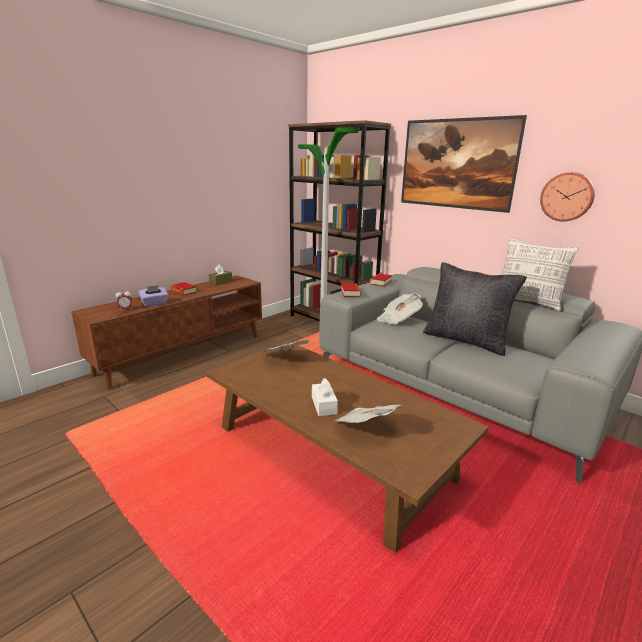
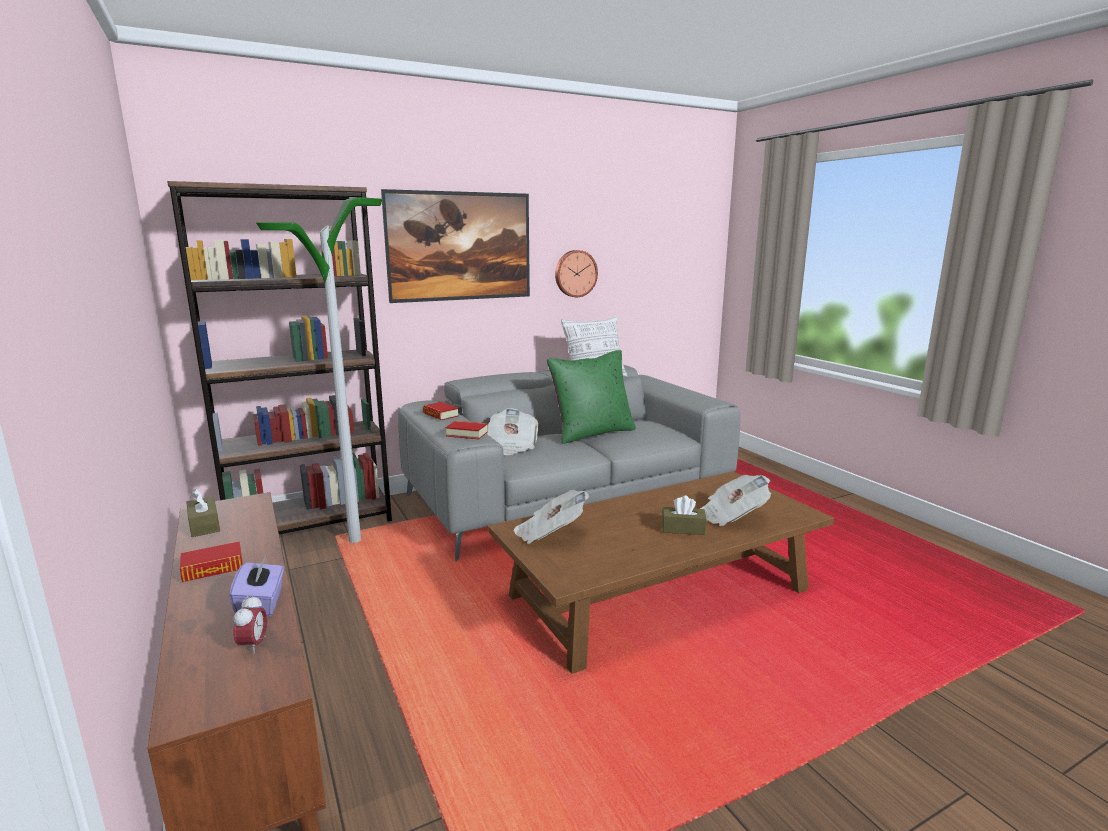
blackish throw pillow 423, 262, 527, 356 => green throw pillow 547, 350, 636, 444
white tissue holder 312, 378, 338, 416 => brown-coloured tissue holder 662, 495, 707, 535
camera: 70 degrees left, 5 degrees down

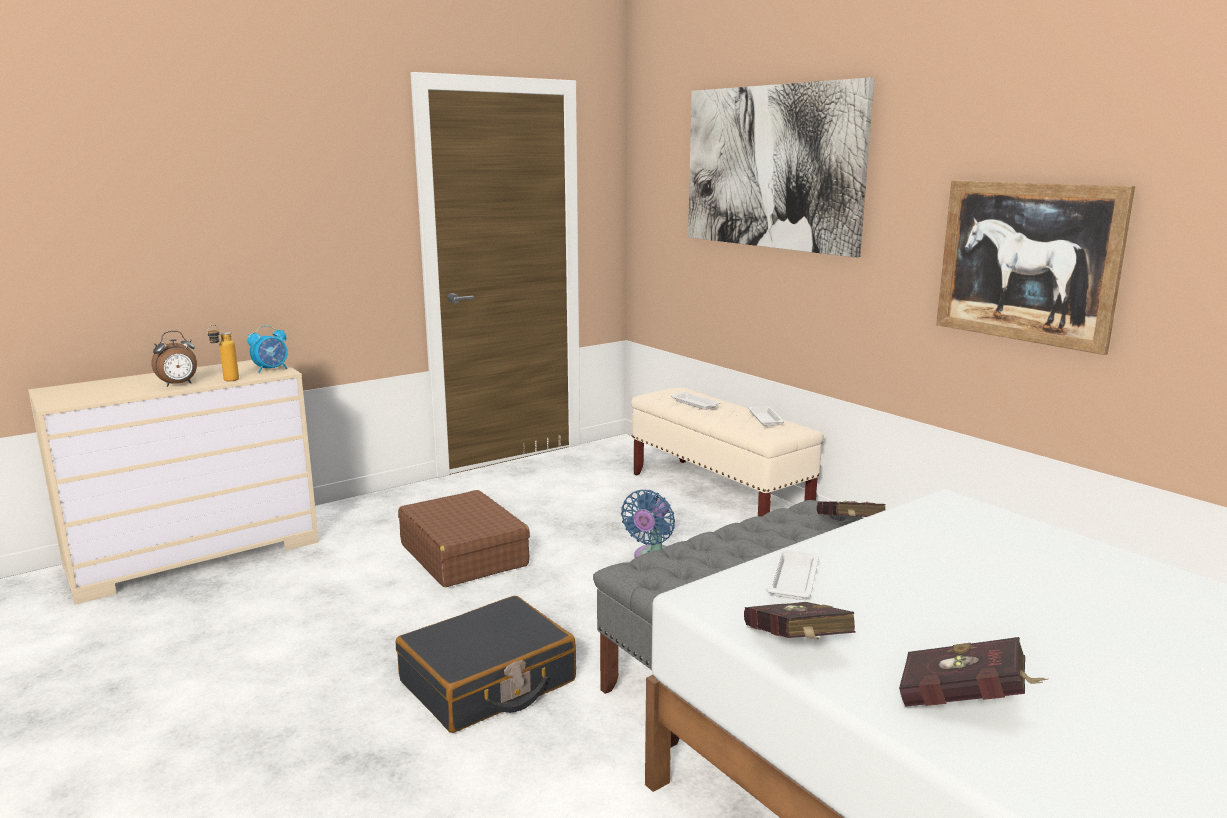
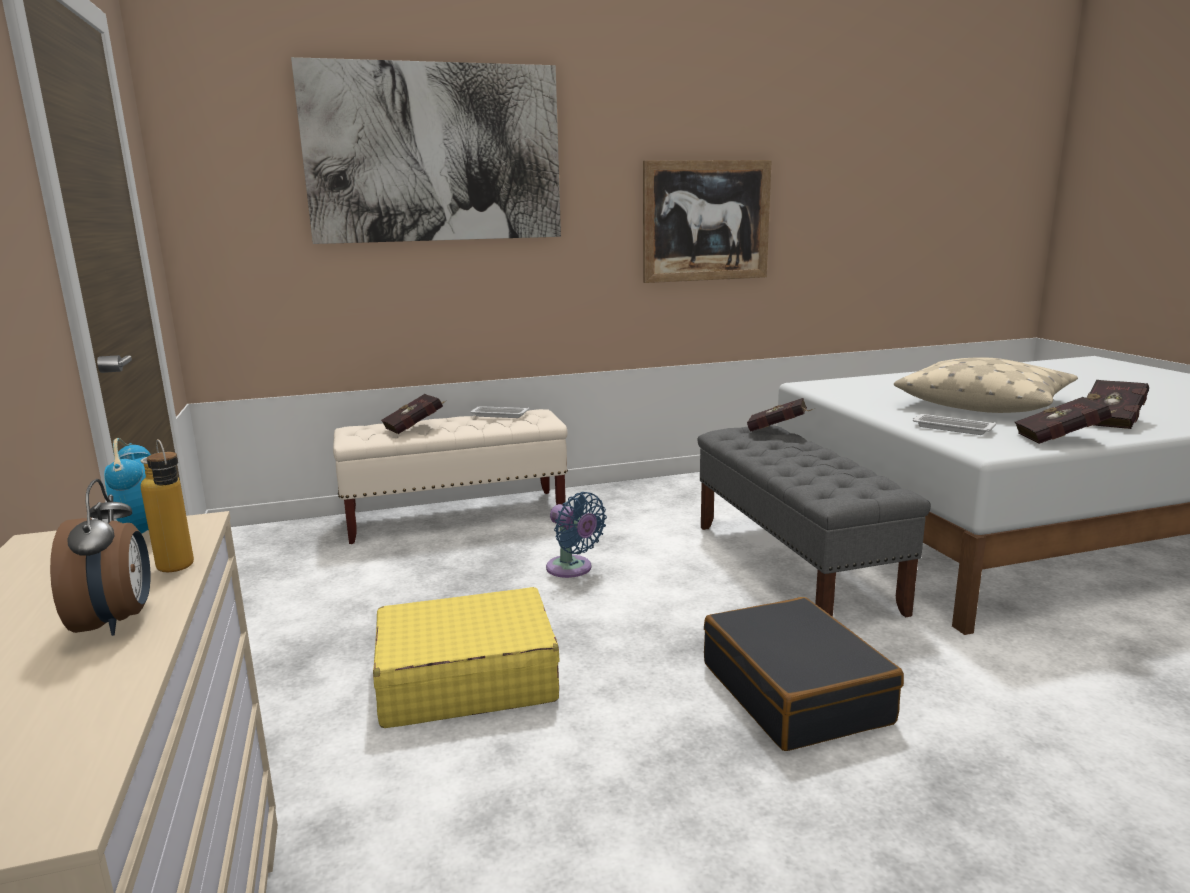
white tray 671, 392, 720, 410 => red-coloured bound book 381, 394, 447, 434
brown-coloured piece of luggage 398, 490, 530, 587 => yellow-coloured piece of luggage 373, 587, 559, 728
nothing => beige-coloured throw pillow 894, 357, 1078, 413
camera: 70 degrees left, 0 degrees up

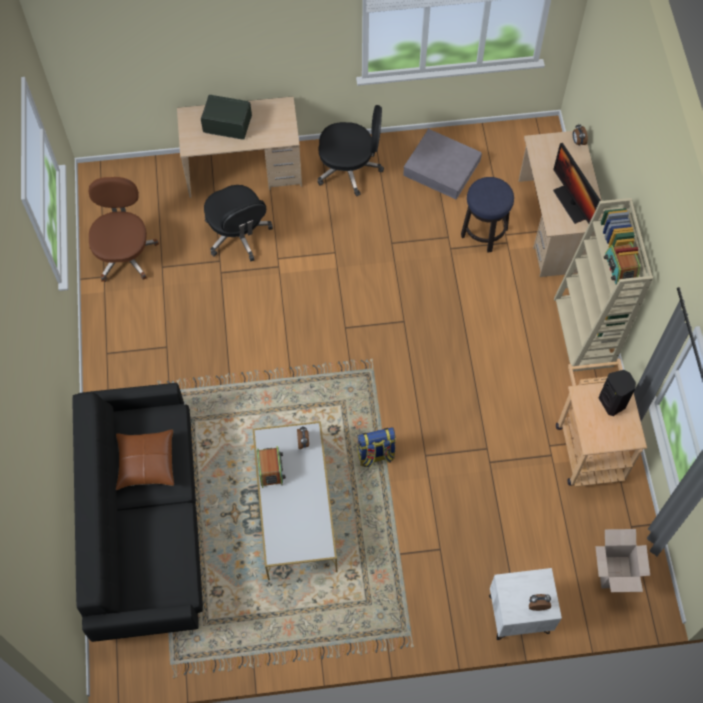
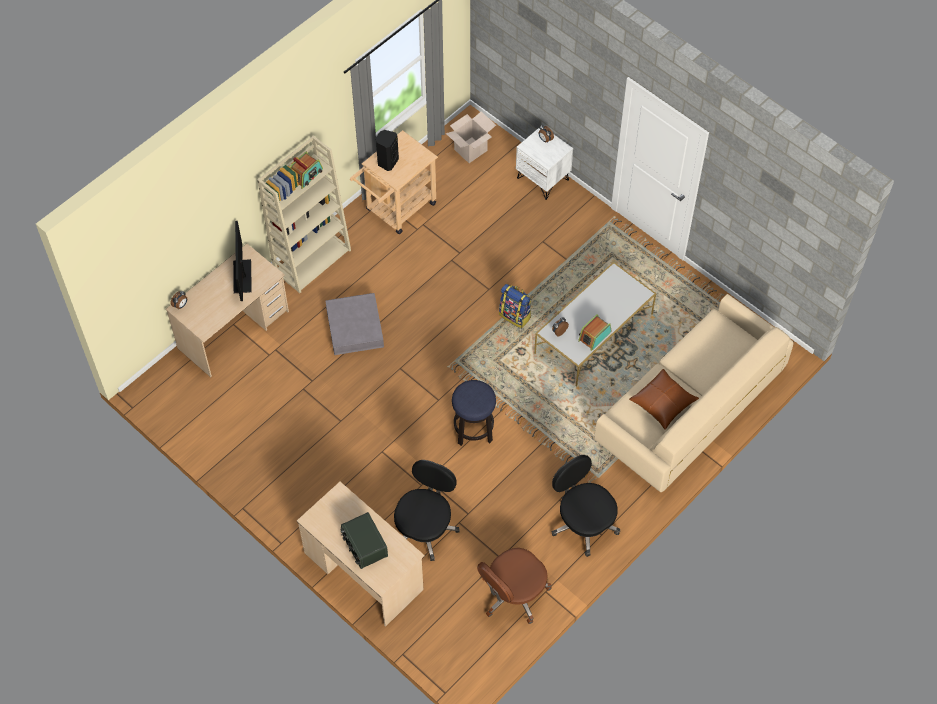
blackish desk chair 317, 105, 384, 196 => blackish desk chair 551, 455, 620, 557, move
greyish storage bin 403, 129, 482, 199 => greyish storage bin 325, 293, 384, 355, move
computer screen 553, 143, 601, 224 => computer screen 233, 221, 252, 301, 150 degrees clockwise
stool 461, 177, 514, 253 => stool 452, 380, 496, 446, move
blackish couch 73, 383, 203, 642 => beige-coloured couch 594, 294, 793, 492
camera: 130 degrees left, 5 degrees down

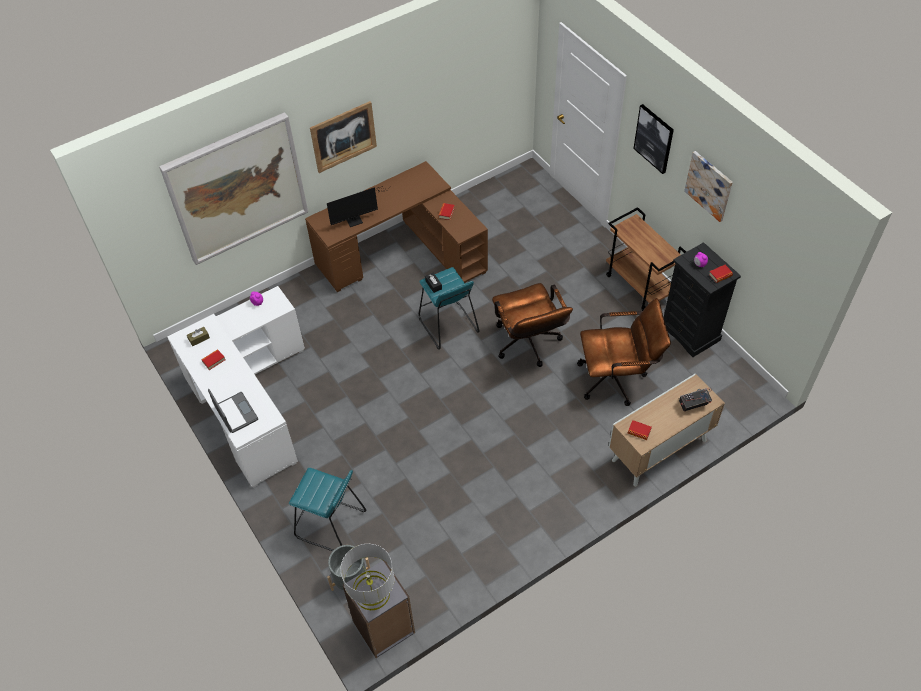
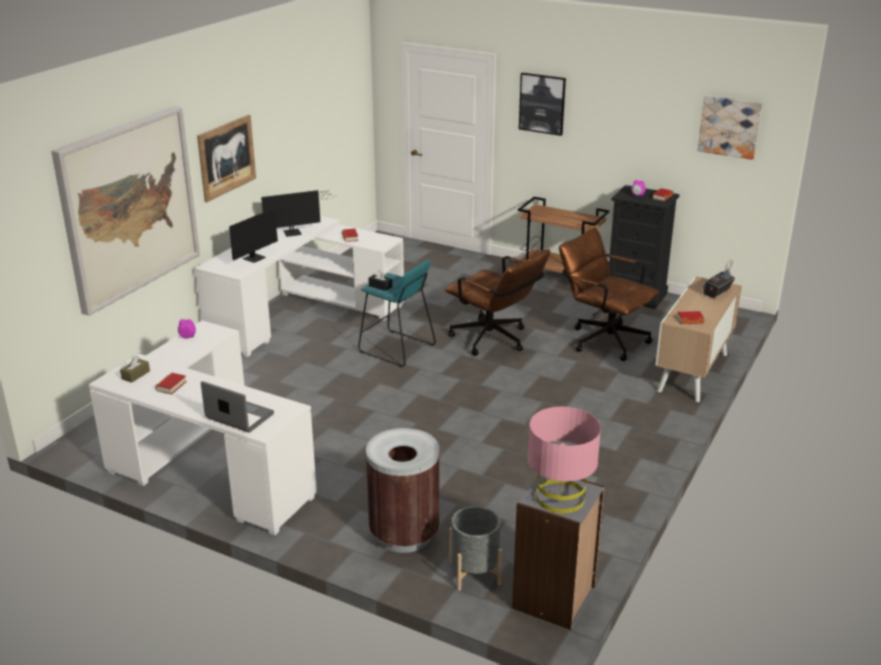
wall art 684, 151, 733, 222 => wall art 698, 96, 763, 160, move
brown-coloured desk 305, 161, 488, 292 => white desk 194, 216, 404, 357
brown-coloured desk chair 577, 298, 671, 406 => brown-coloured desk chair 559, 227, 660, 361, 105 degrees counterclockwise
blue-green stool 289, 468, 366, 551 => brown-coloured waste bin 366, 428, 439, 553
greyish table lamp 340, 544, 394, 610 => pink table lamp 528, 407, 601, 513
nothing => computer screen 261, 190, 337, 237
camera: 30 degrees left, 25 degrees down

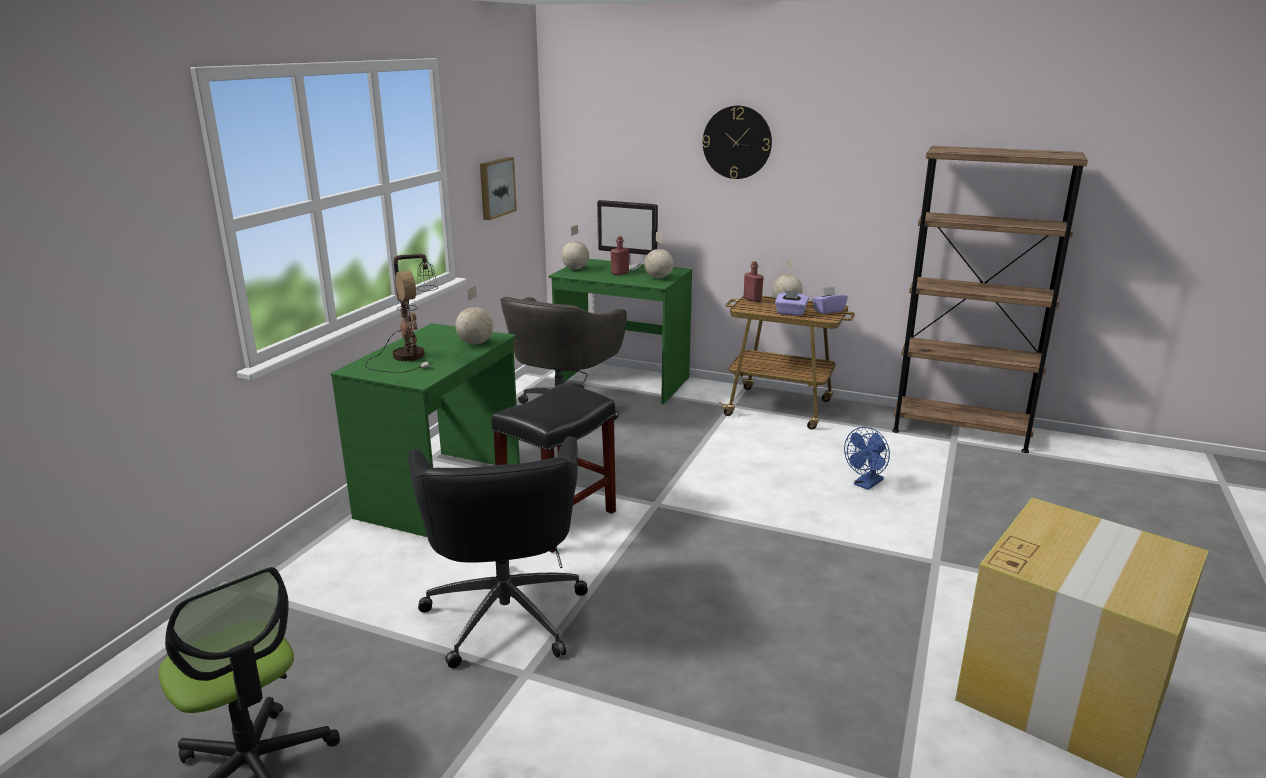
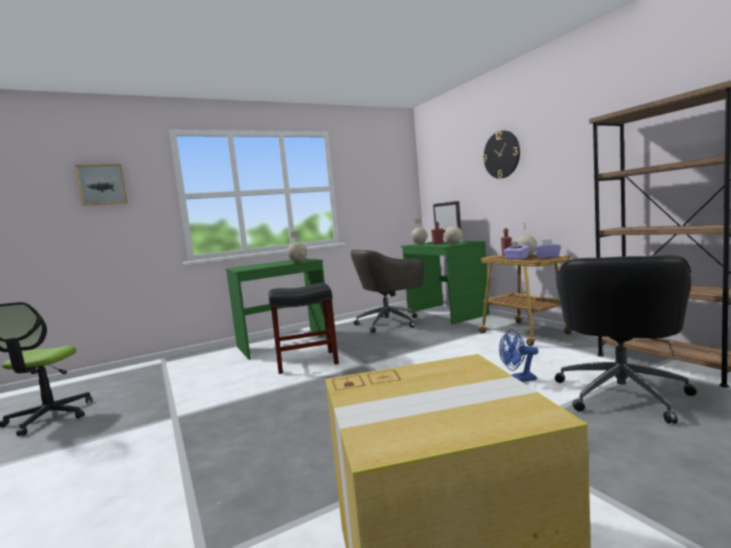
wall art 480, 157, 517, 220 => wall art 75, 164, 127, 206, move
table lamp 365, 254, 438, 373 => nothing
blackish desk chair 408, 436, 588, 668 => blackish desk chair 555, 255, 697, 423, move
camera: 40 degrees right, 15 degrees down

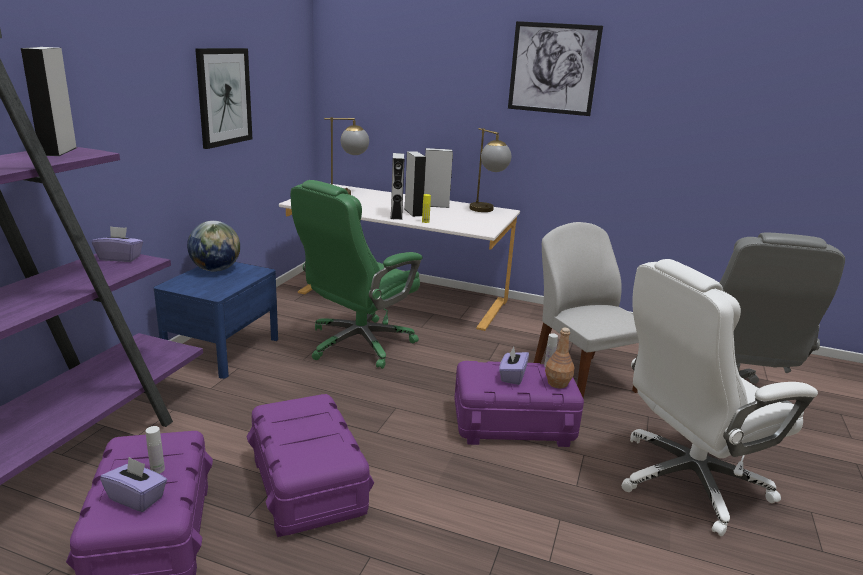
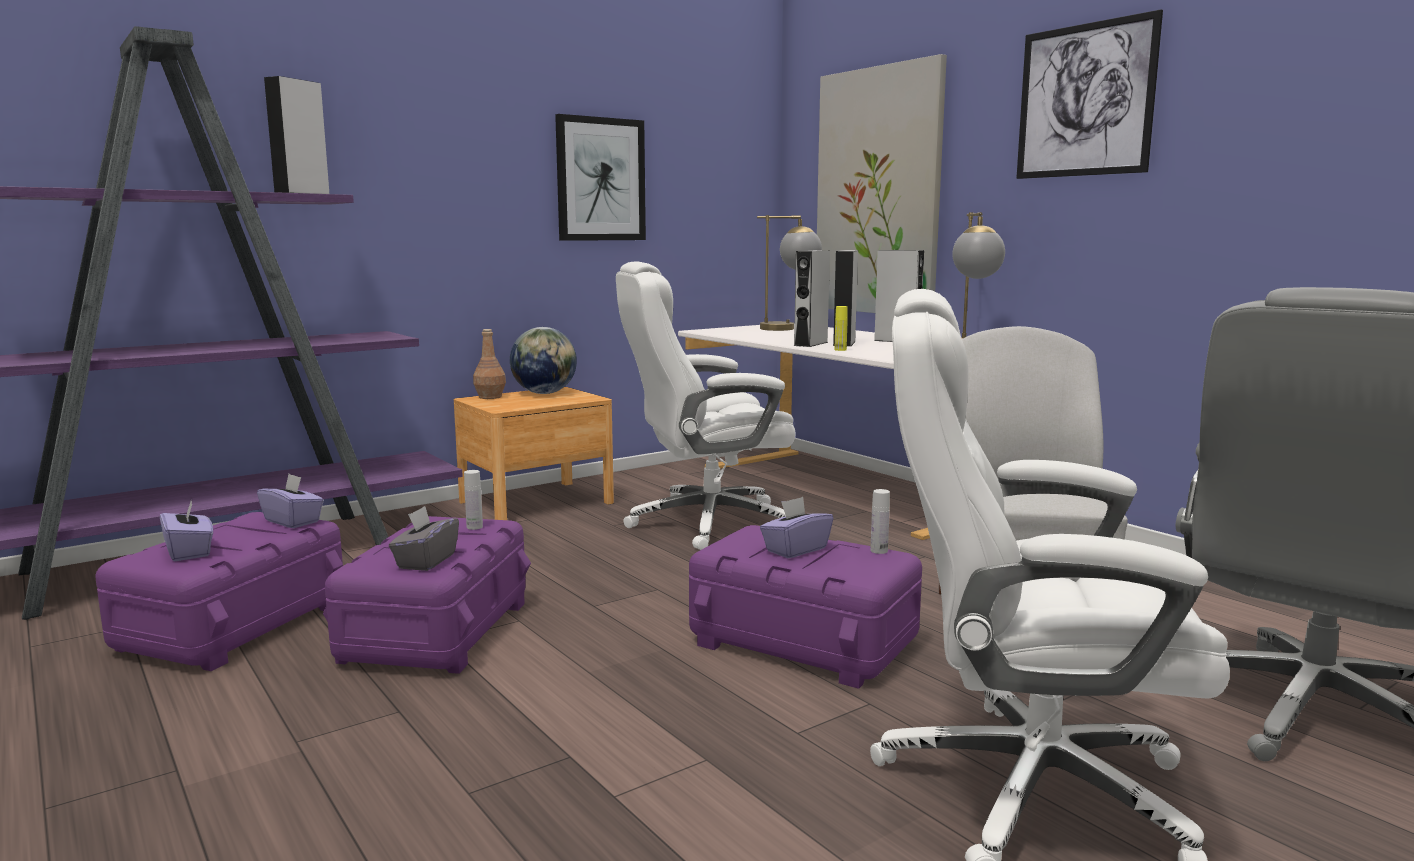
green desk chair 291, 180, 423, 369 => white desk chair 616, 261, 796, 550
purple tissue holder 92, 226, 143, 262 => purple tissue holder 257, 474, 324, 528, move
blue-coloured nightstand 154, 262, 278, 379 => brown-coloured nightstand 454, 387, 614, 520
brown-coloured beverage bottle 545, 328, 574, 389 => brown-coloured beverage bottle 473, 329, 506, 399, move
white beverage bottle 146, 426, 165, 474 => white beverage bottle 464, 470, 483, 530, move
nothing => wall art 817, 54, 947, 313
nothing => greyish tissue holder 389, 506, 459, 571
camera: 35 degrees right, 10 degrees down

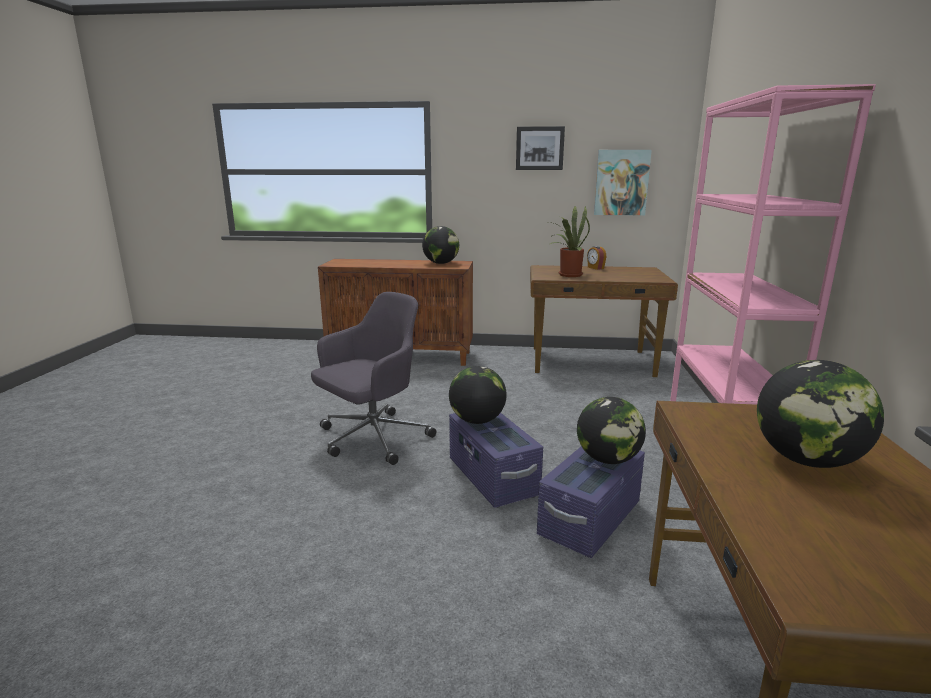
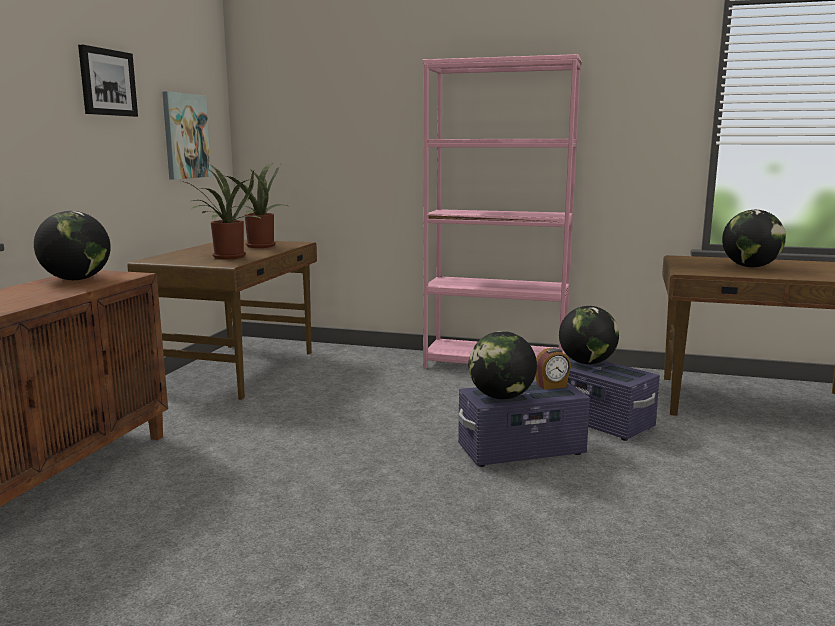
table clock 587, 246, 606, 270 => table clock 536, 348, 571, 390, move
greyish desk chair 311, 292, 436, 465 => nothing
nothing => potted plant 226, 163, 289, 248
camera: 80 degrees left, 5 degrees down

